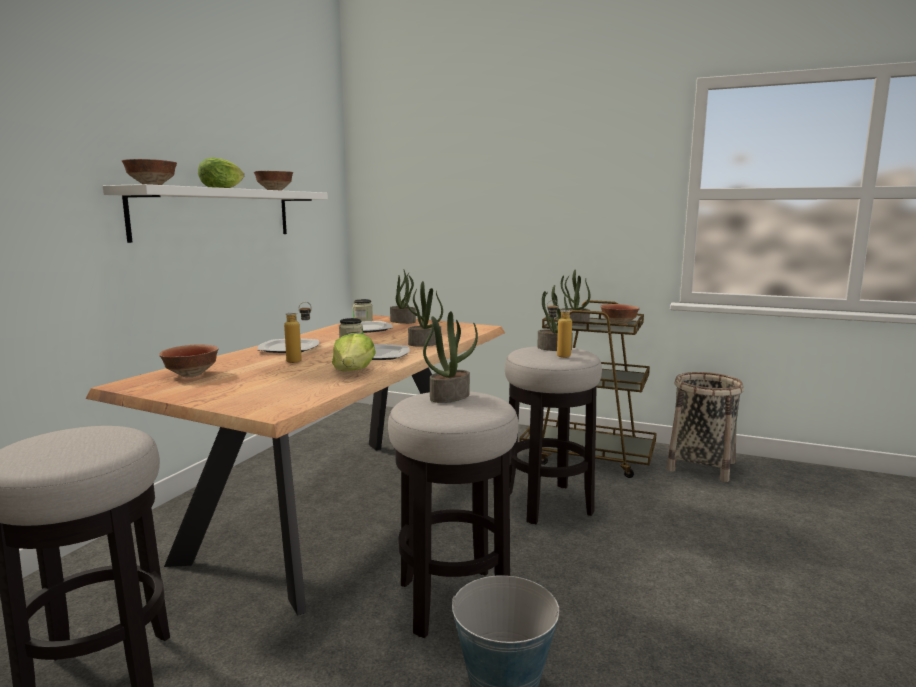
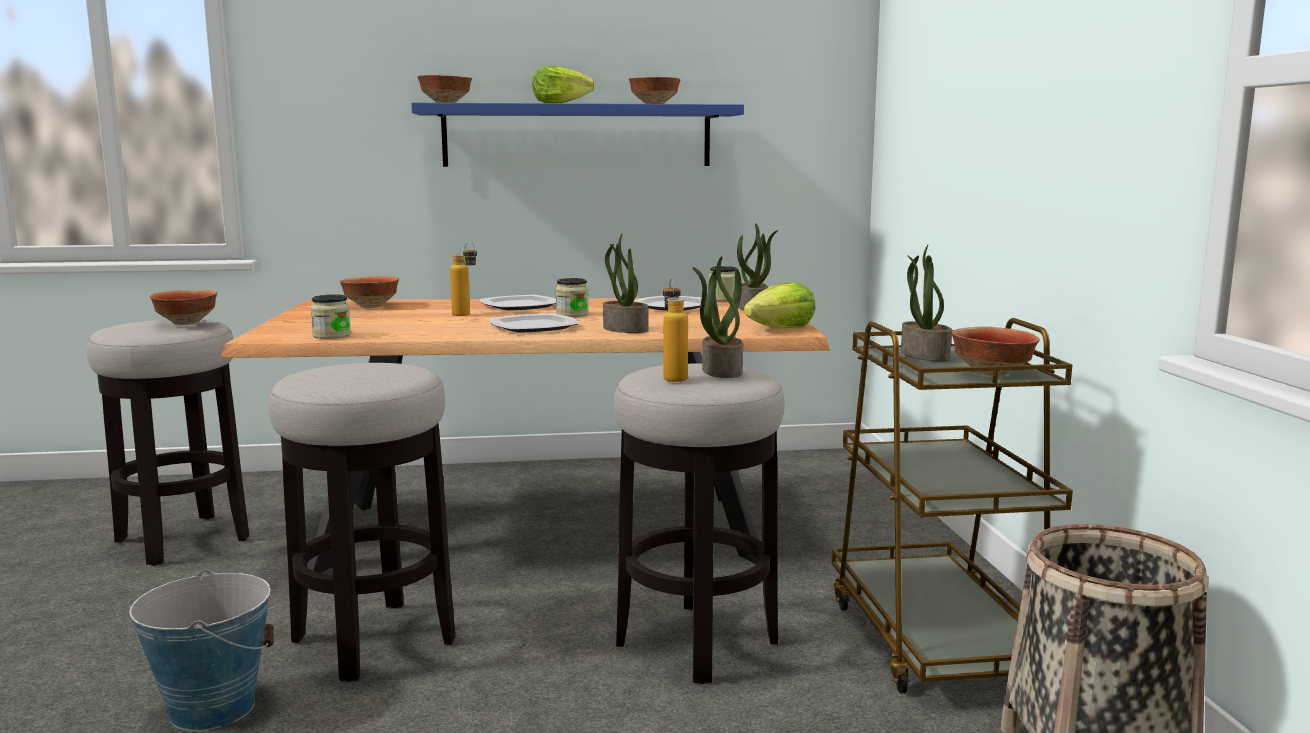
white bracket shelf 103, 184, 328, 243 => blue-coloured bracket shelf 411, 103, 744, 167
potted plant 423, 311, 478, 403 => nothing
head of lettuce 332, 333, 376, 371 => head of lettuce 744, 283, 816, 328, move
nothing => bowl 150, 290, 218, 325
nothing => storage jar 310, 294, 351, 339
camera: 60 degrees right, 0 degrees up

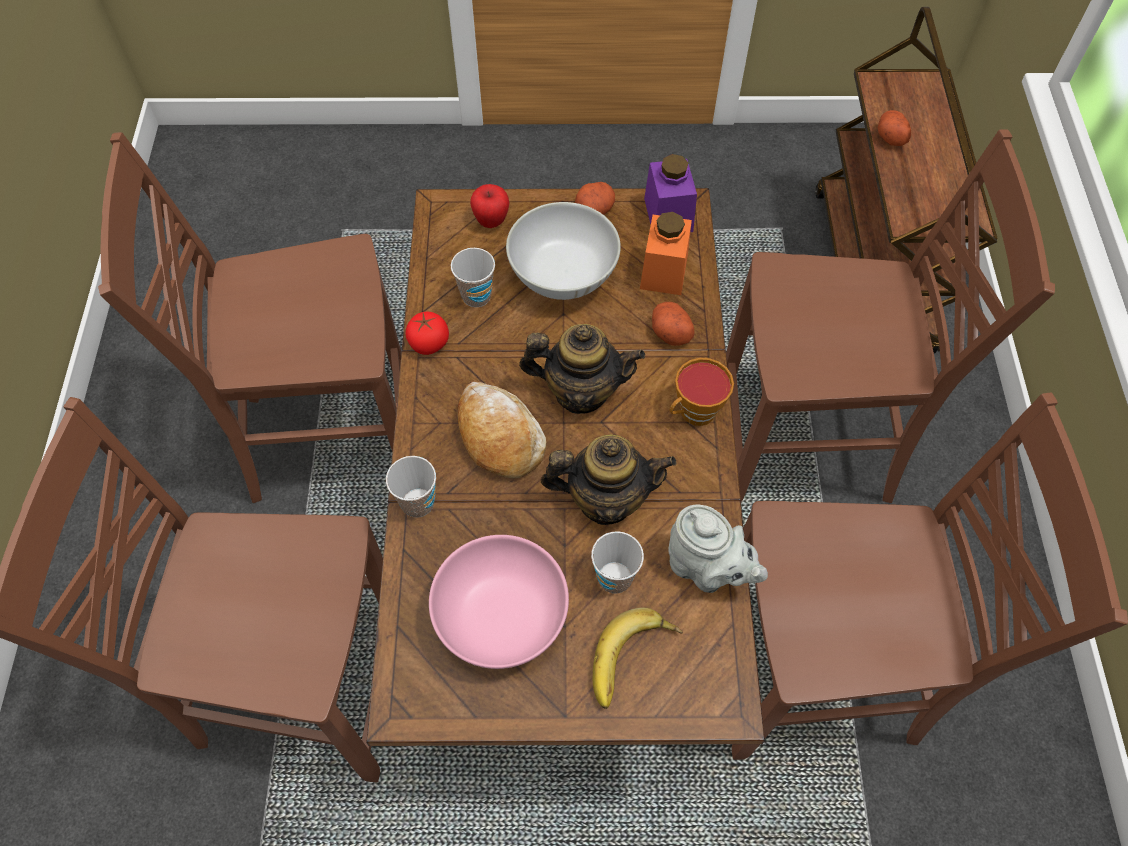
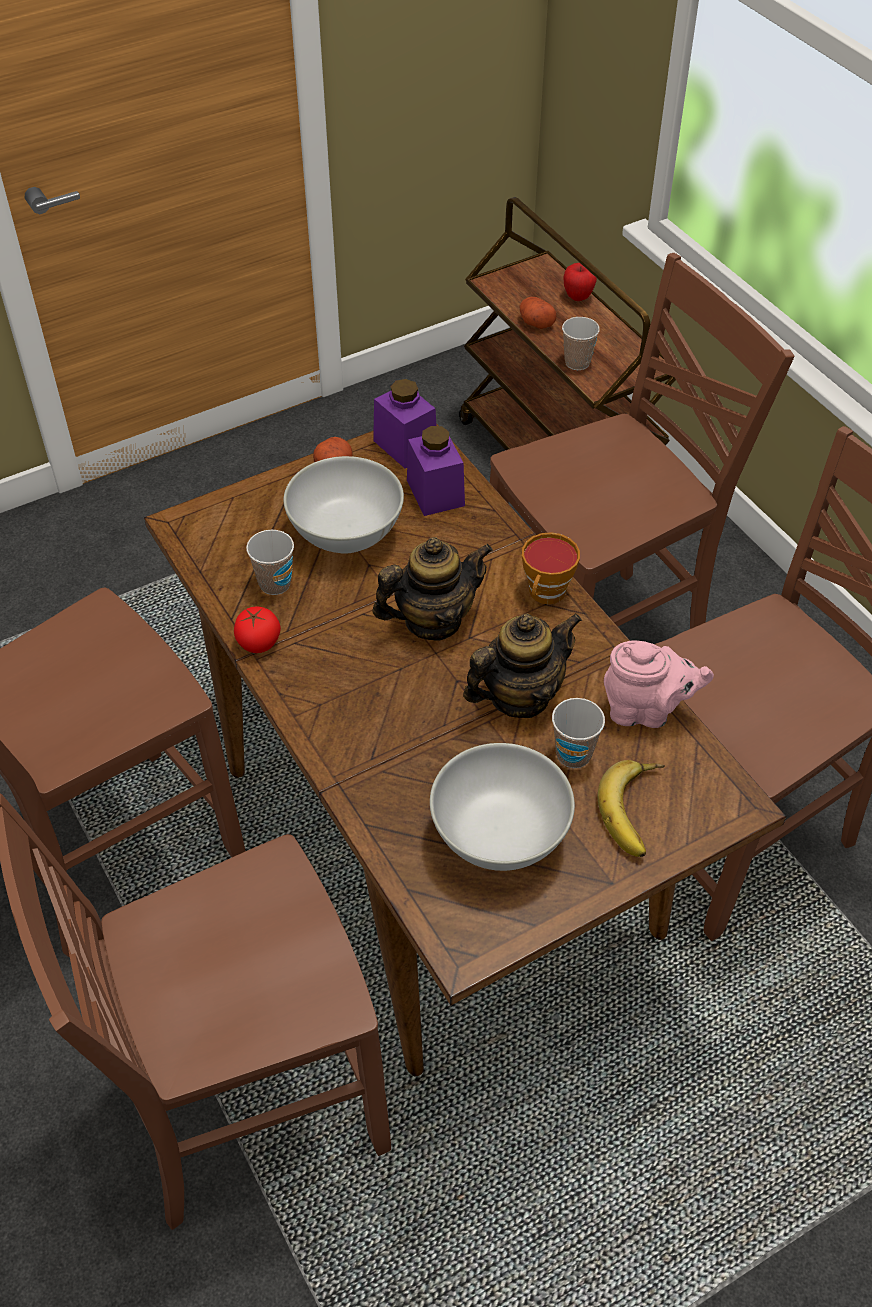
apple 470, 184, 509, 228 => apple 564, 263, 597, 301, move
orangey storage jar 640, 212, 692, 295 => purple storage jar 407, 426, 465, 516
potato 652, 302, 695, 346 => nothing
bakery bread 457, 382, 546, 478 => nothing
cup 386, 456, 436, 518 => cup 562, 317, 600, 370, move
greyish tea pot 668, 504, 768, 593 => pink tea pot 604, 640, 714, 728
pink bowl 429, 535, 569, 669 => white bowl 430, 743, 575, 871
camera: 30 degrees left, 10 degrees down

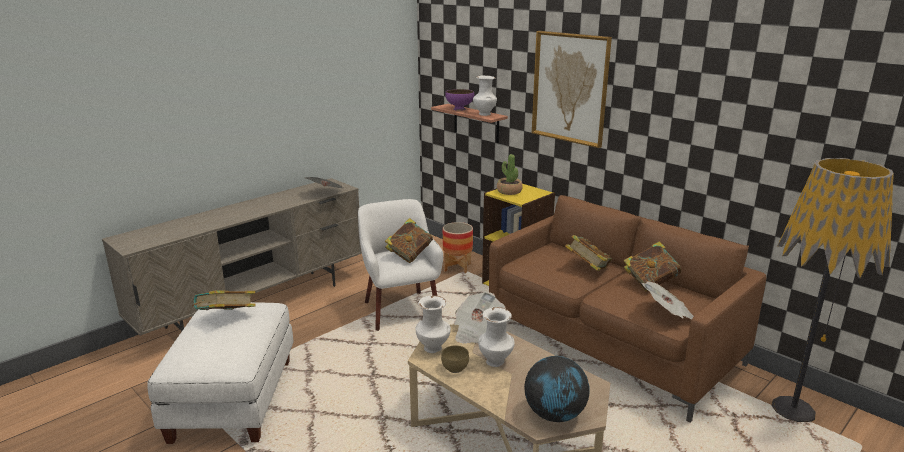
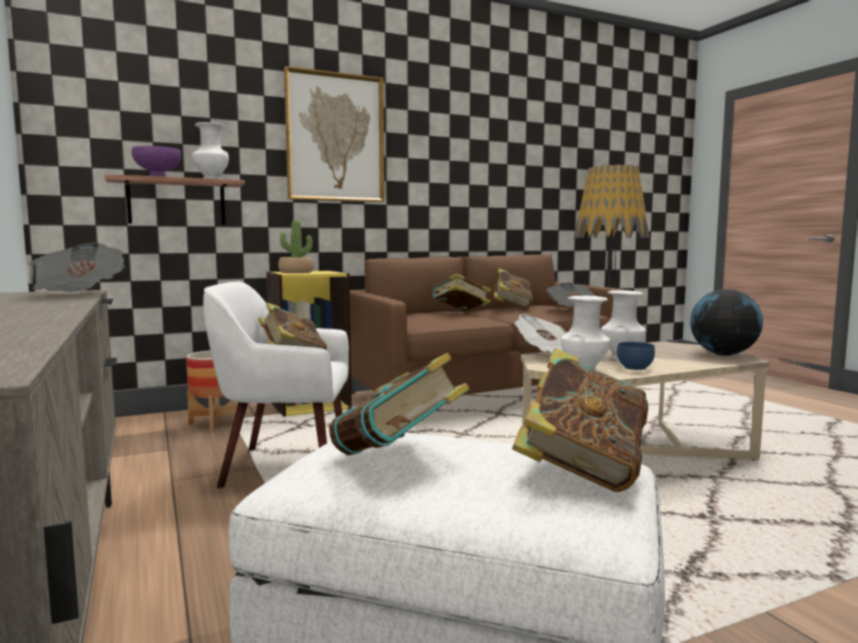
brown-coloured bowl 441, 345, 469, 373 => blue-coloured bowl 617, 342, 655, 370
nothing => bound book 512, 348, 648, 492
camera: 70 degrees left, 15 degrees down

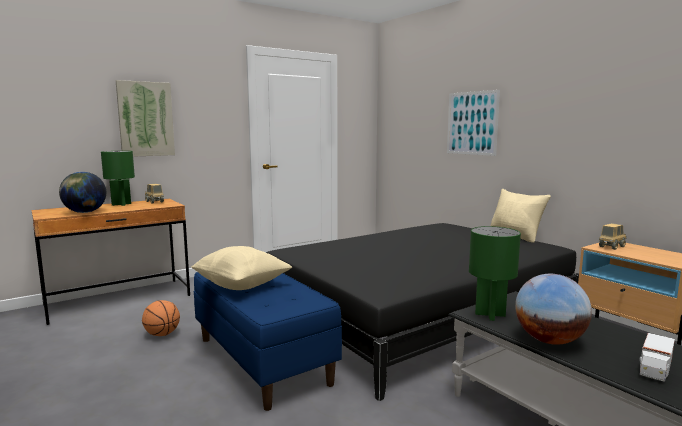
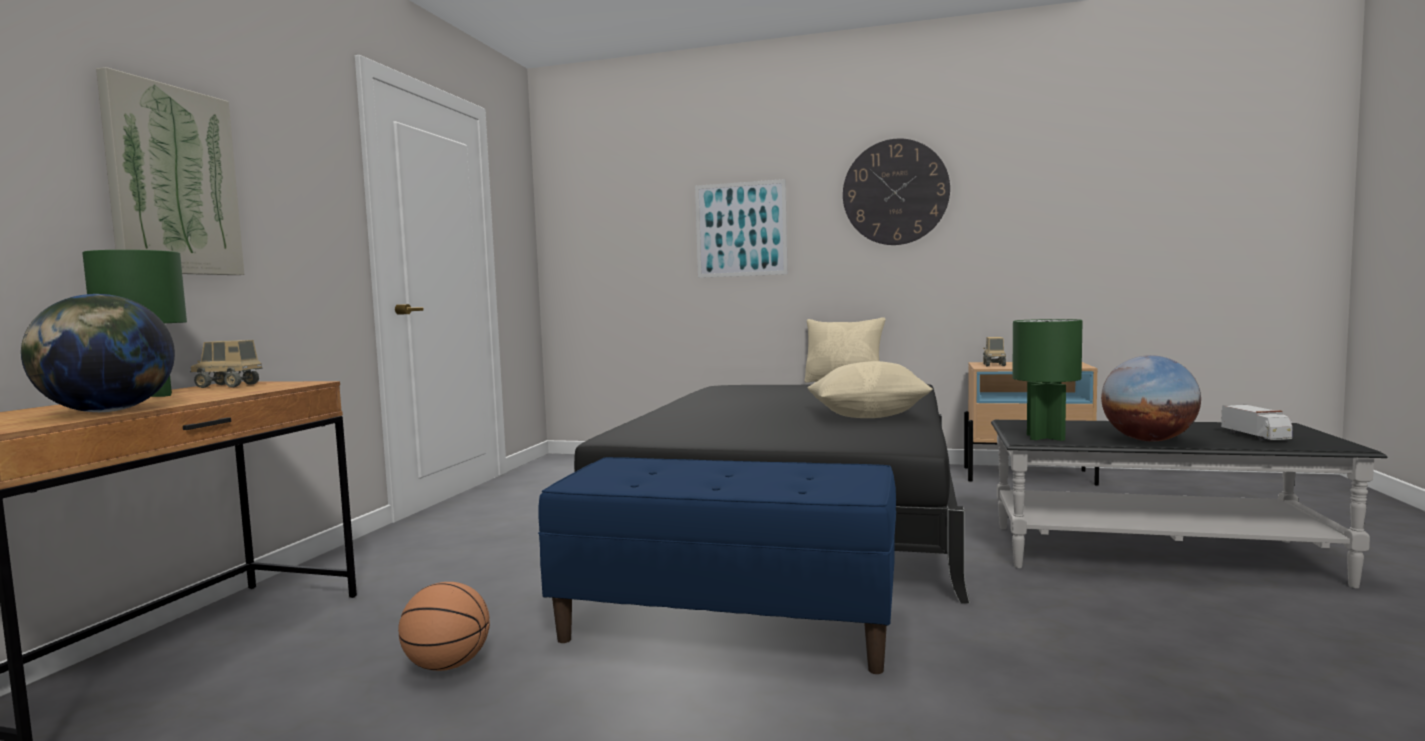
beige-coloured throw pillow 191, 246, 292, 290 => beige-coloured throw pillow 808, 361, 933, 418, move
nothing => wall clock 843, 139, 950, 245
camera: 40 degrees left, 5 degrees down

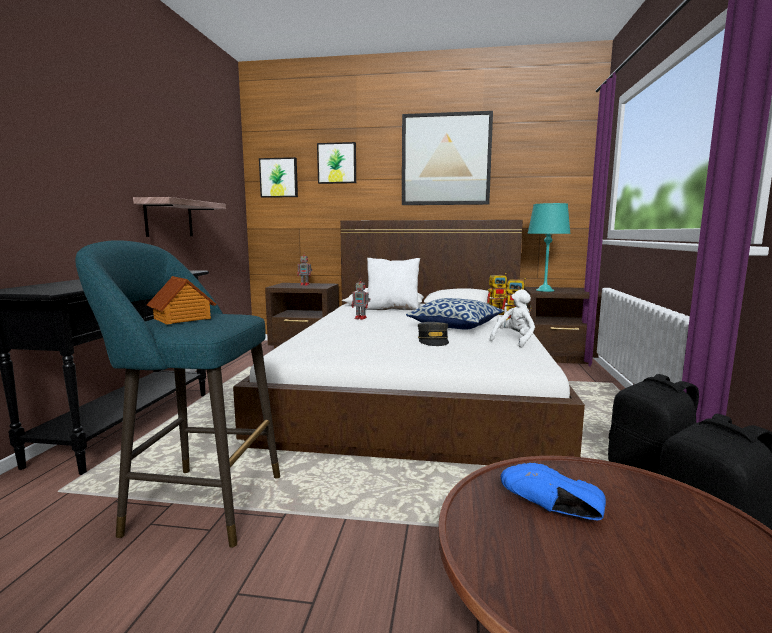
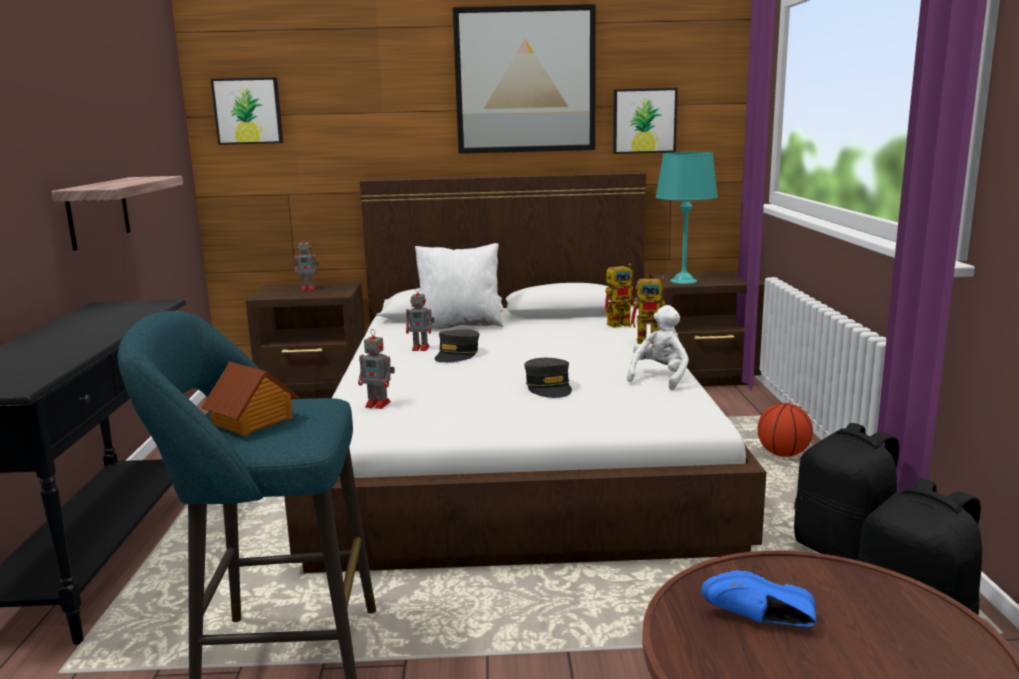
wall art 317, 142, 356, 184 => wall art 613, 88, 678, 154, move
throw pillow 406, 298, 504, 330 => nothing
nothing => toy robot 358, 329, 395, 409
nothing => greyish peaked cap 435, 329, 479, 363
nothing => basketball 757, 403, 813, 457
camera: 10 degrees left, 5 degrees up

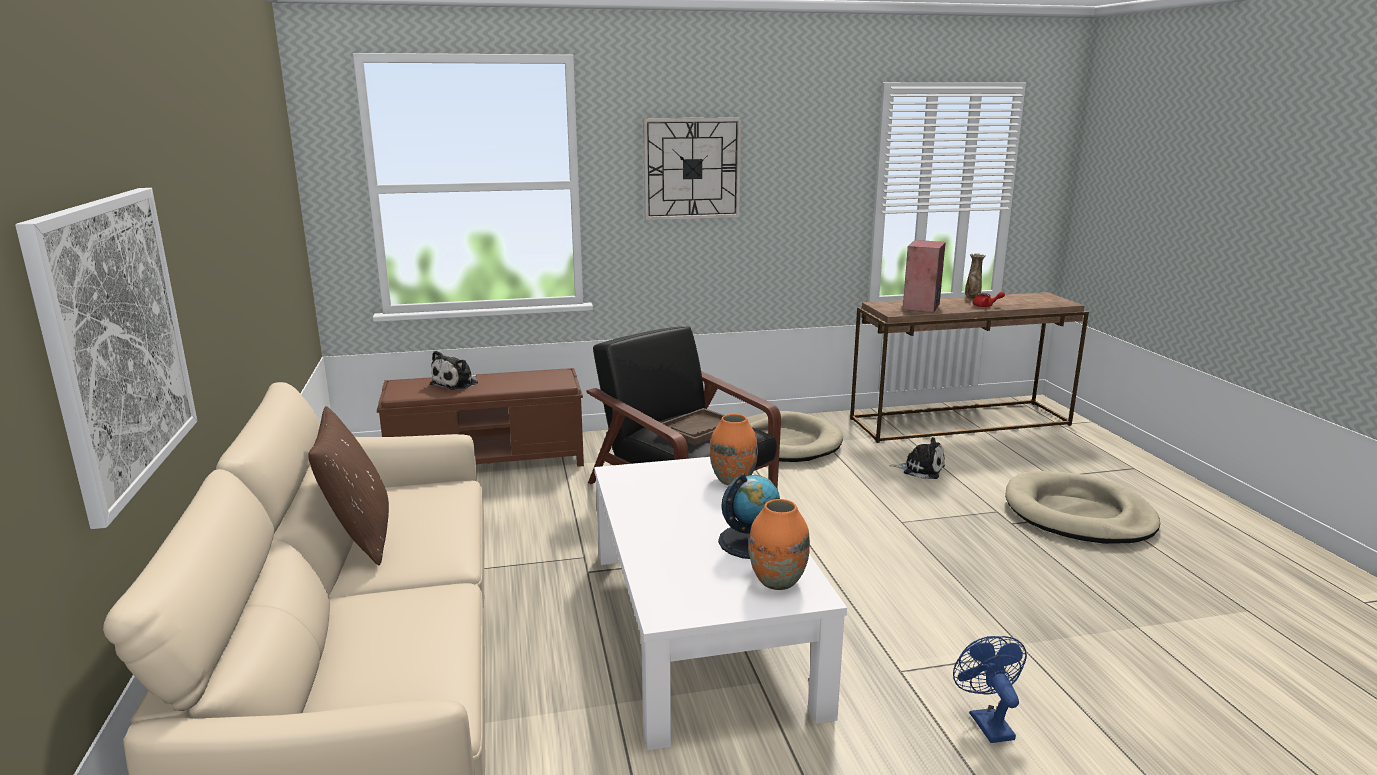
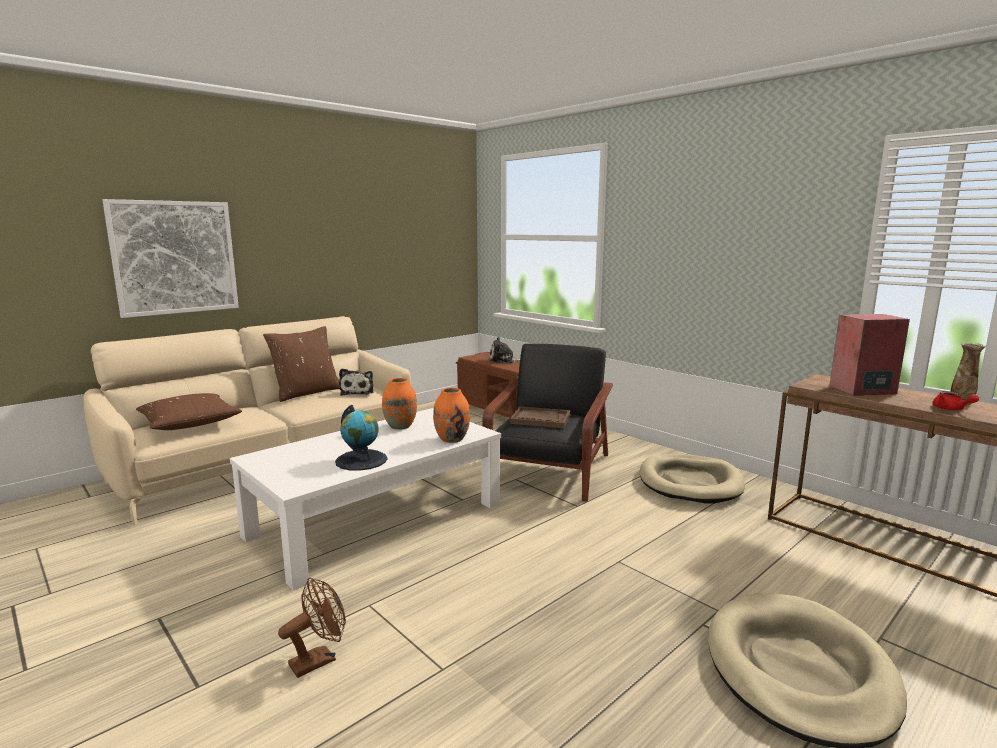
wall clock 643, 117, 741, 220 => nothing
cuddly toy 889, 437, 945, 479 => cuddly toy 339, 368, 373, 396, move
orangey flower vase 749, 499, 810, 590 => orangey flower vase 382, 378, 417, 430, move
blue-coloured fan 953, 636, 1027, 743 => brown-coloured fan 278, 578, 346, 678
nothing => brown-coloured throw pillow 136, 393, 242, 430
camera: 60 degrees right, 5 degrees down

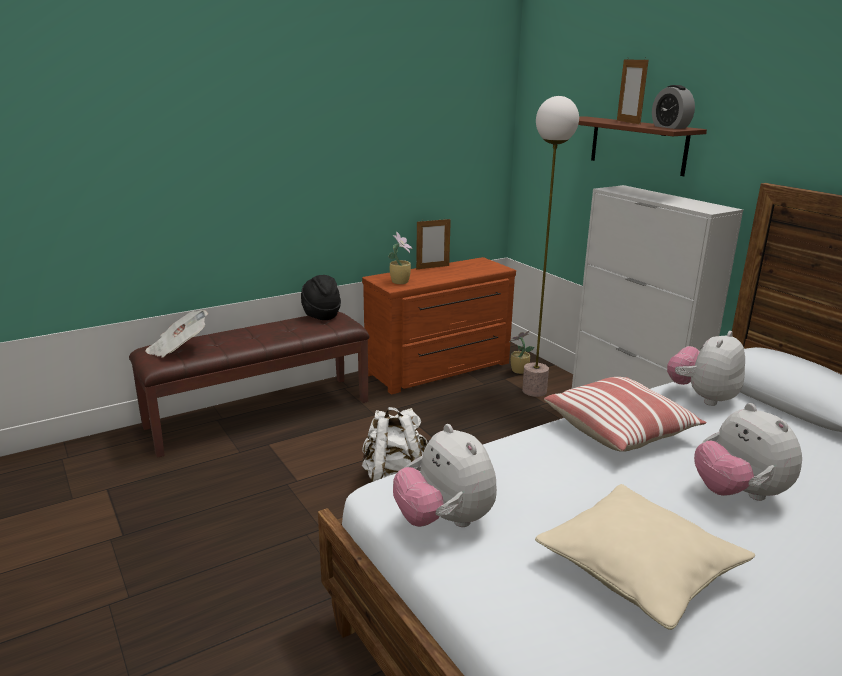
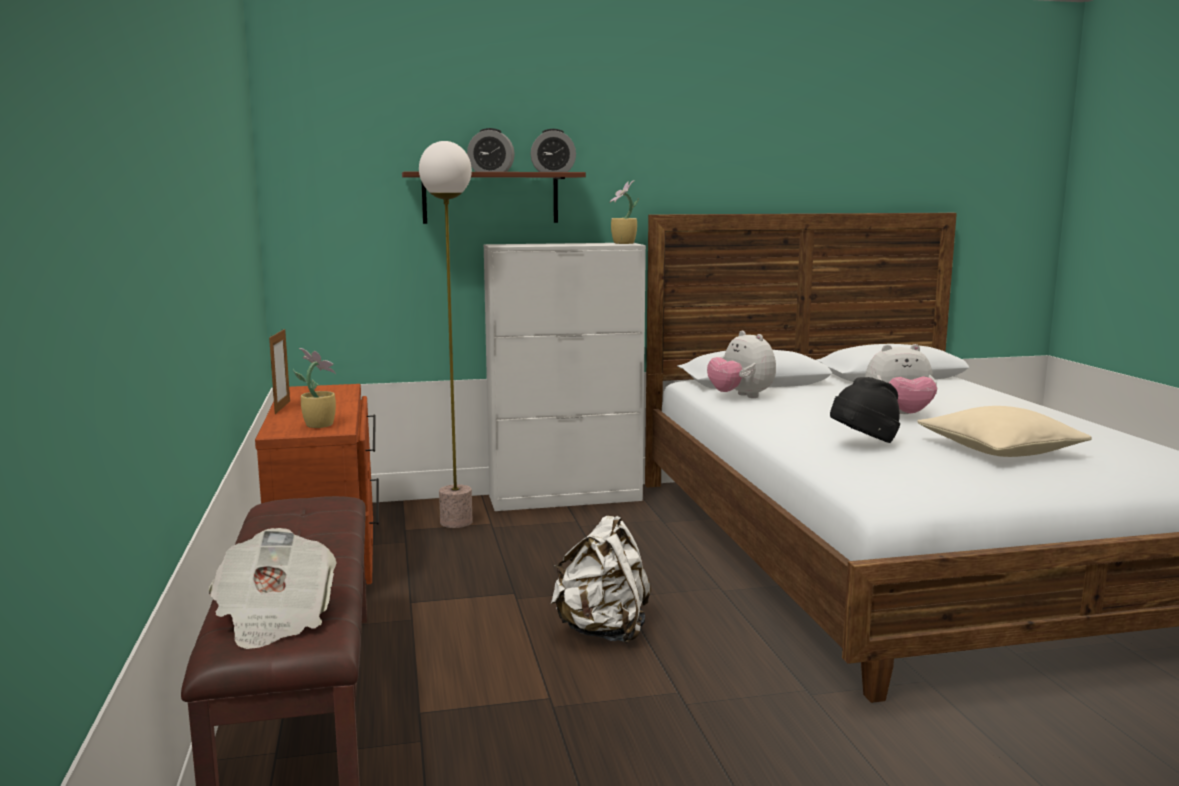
photo frame 617, 57, 649, 124 => table clock 467, 128, 515, 172
blackish hat 301, 275, 341, 320 => blackish hat 830, 377, 900, 443, move
potted plant 509, 330, 535, 374 => potted plant 610, 180, 639, 244, move
throw pillow 544, 377, 707, 452 => nothing
cuddly toy 393, 424, 497, 527 => nothing
camera: 70 degrees left, 10 degrees down

